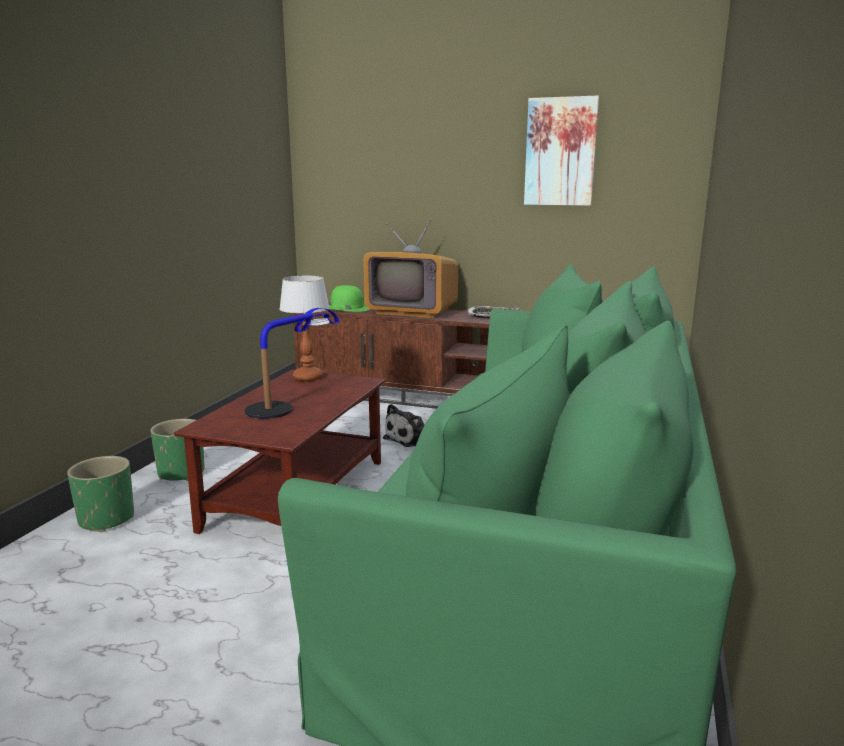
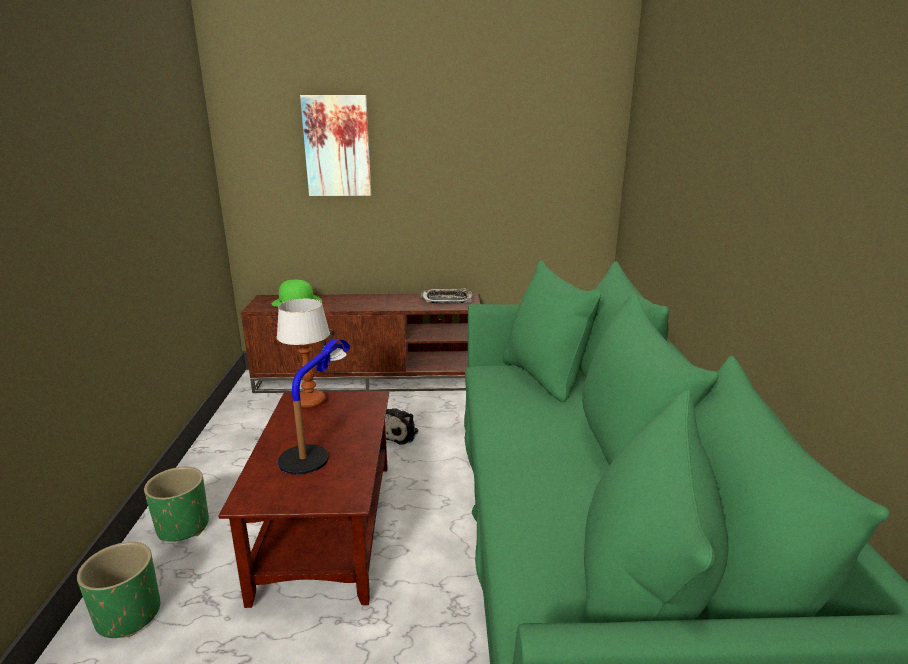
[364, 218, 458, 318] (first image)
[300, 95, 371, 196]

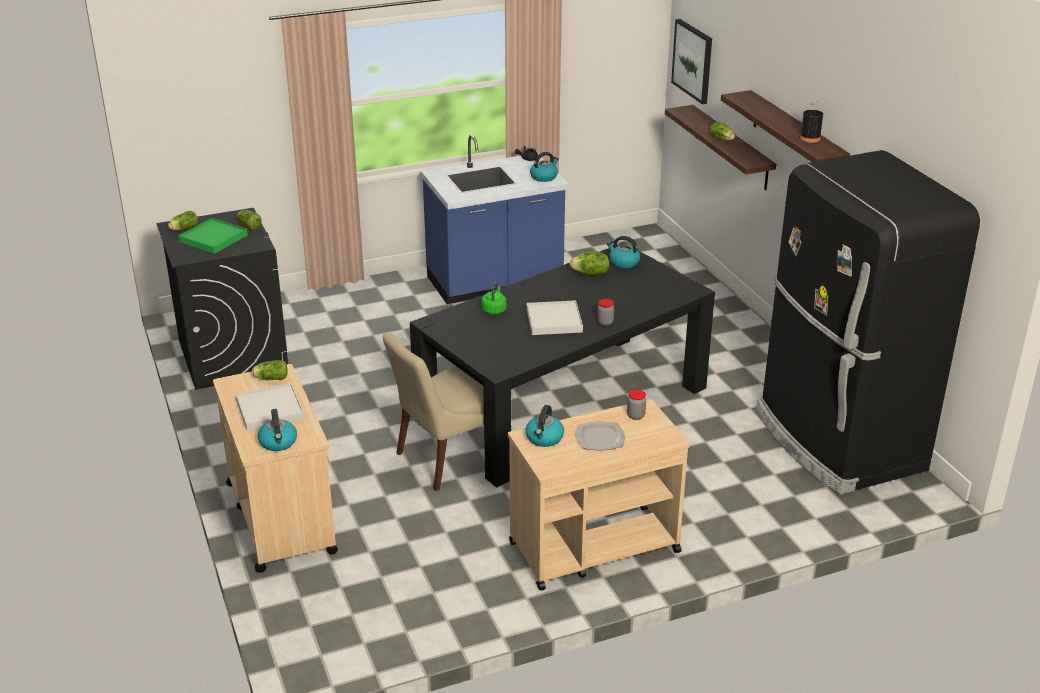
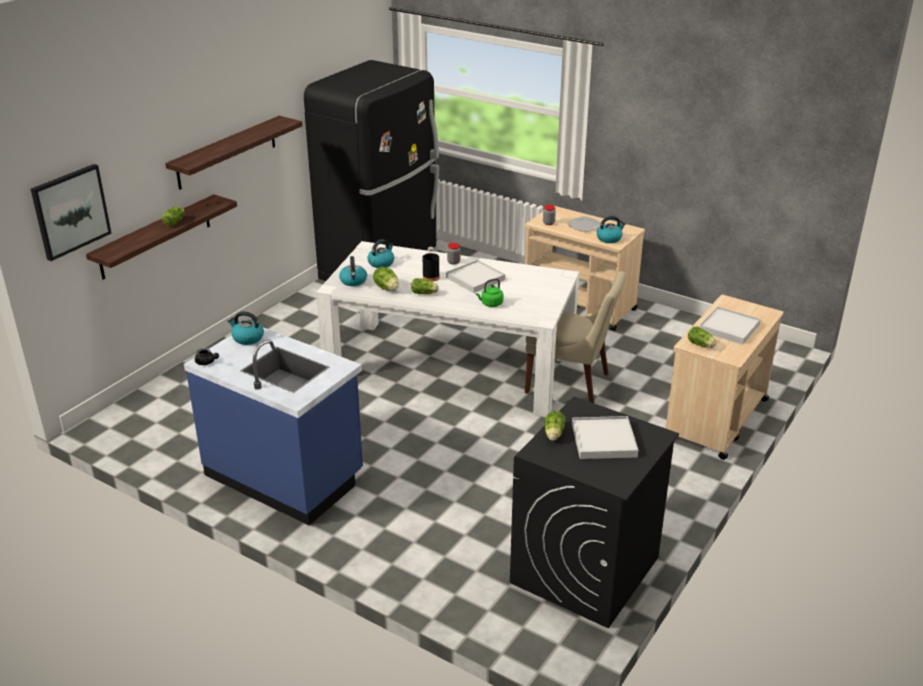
[411, 278, 439, 294]
[367, 239, 394, 268]
[423, 247, 440, 282]
[572, 416, 638, 459]
[316, 241, 579, 417]

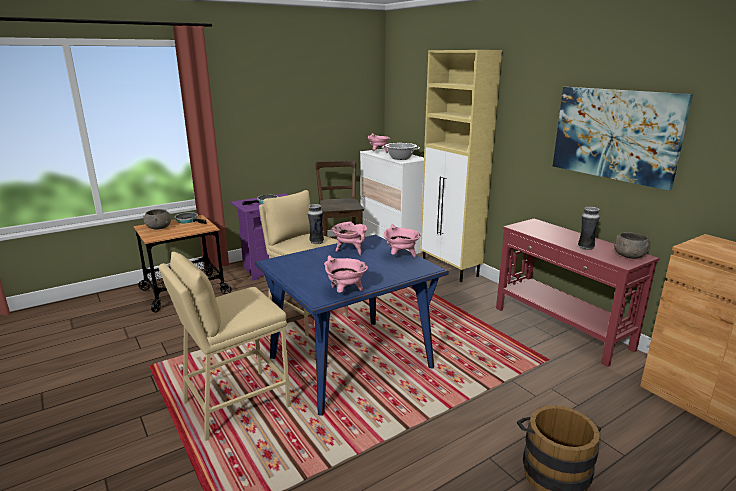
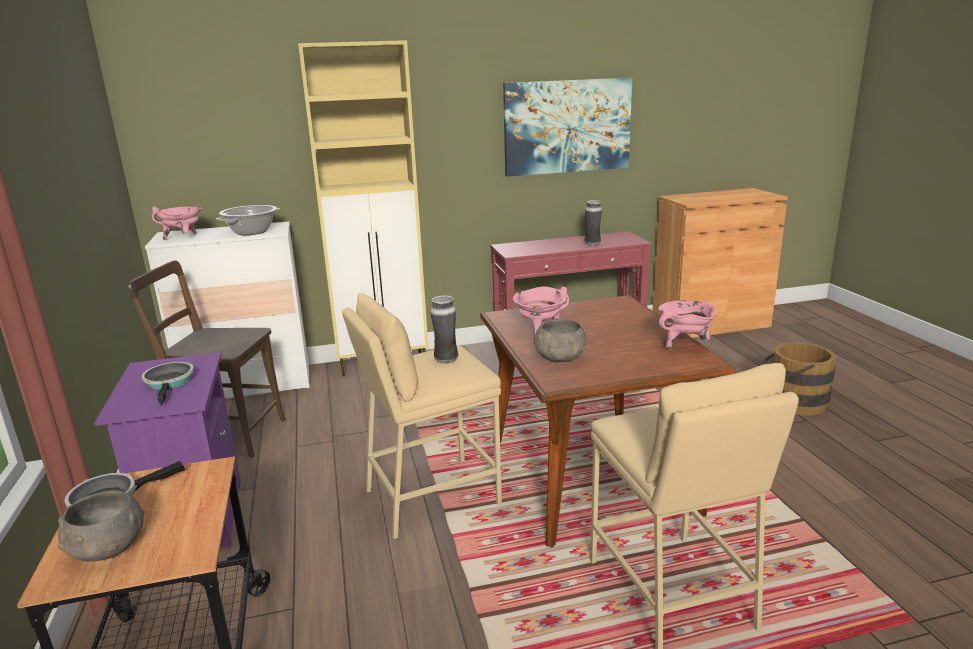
[384, 224, 421, 257] (first image)
[534, 319, 586, 362]
[480, 295, 736, 548]

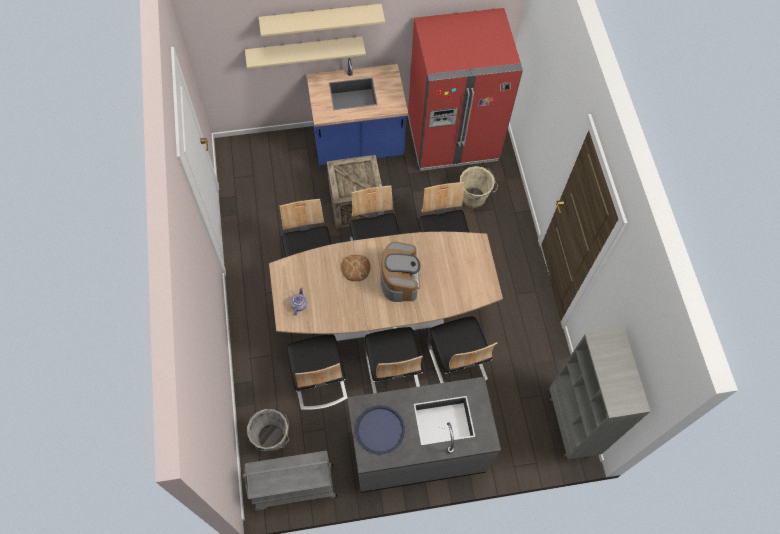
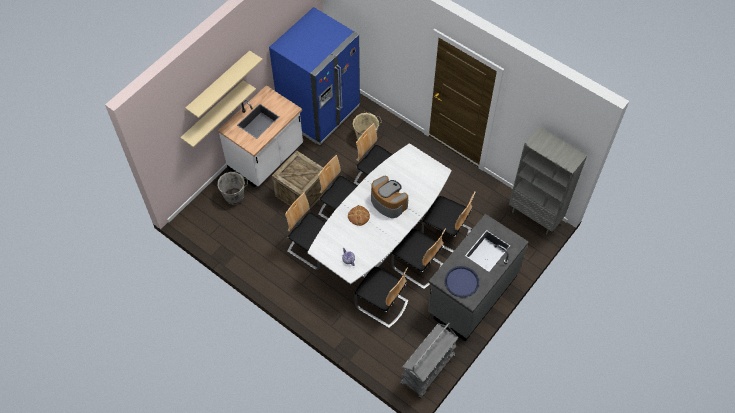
[217, 171, 248, 205]
[307, 143, 452, 284]
[218, 85, 303, 187]
[269, 7, 360, 145]

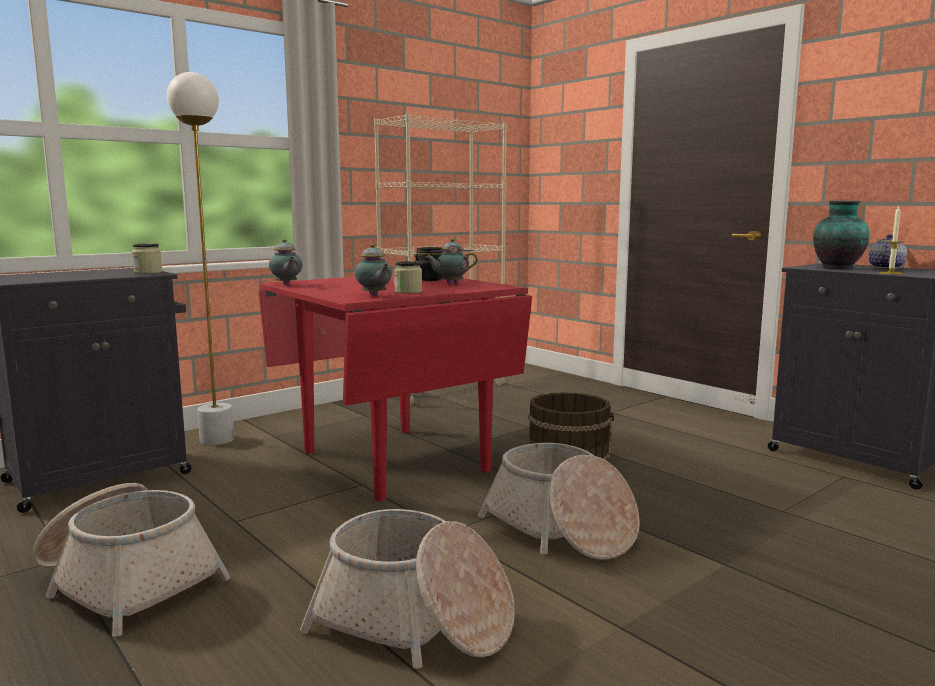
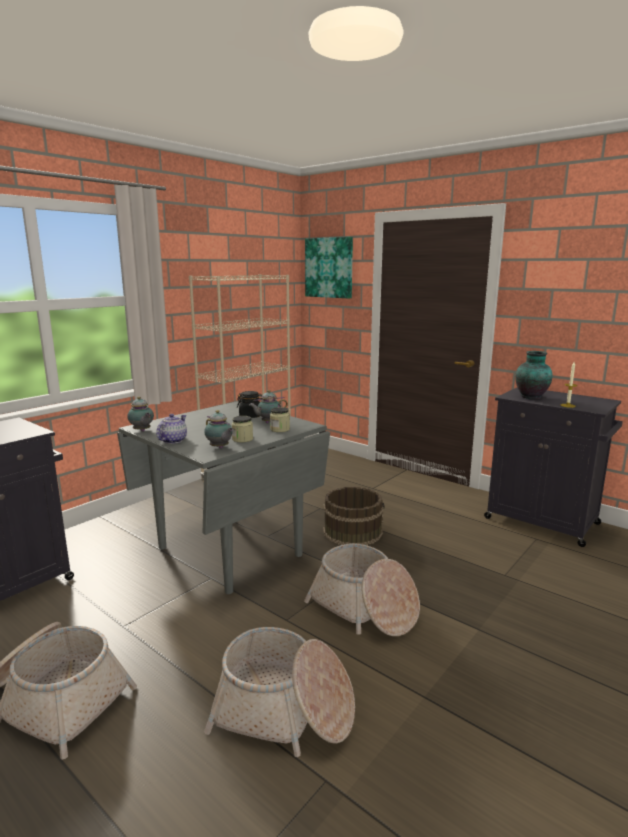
[167, 72, 234, 445] (first image)
[305, 237, 353, 299]
[270, 407, 290, 432]
[156, 414, 187, 444]
[117, 401, 330, 594]

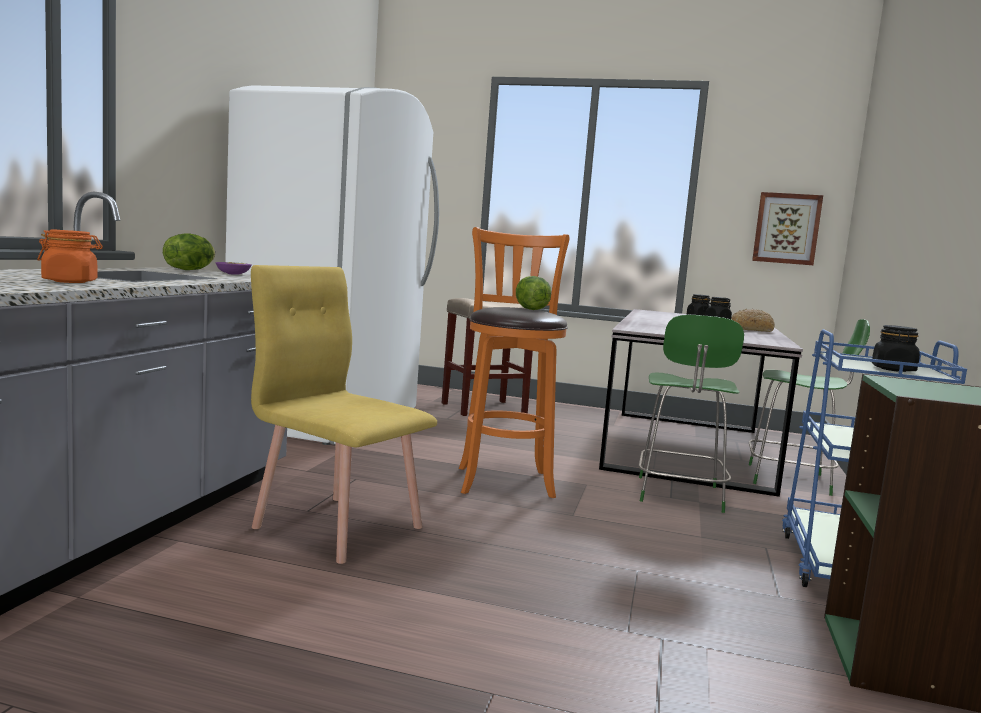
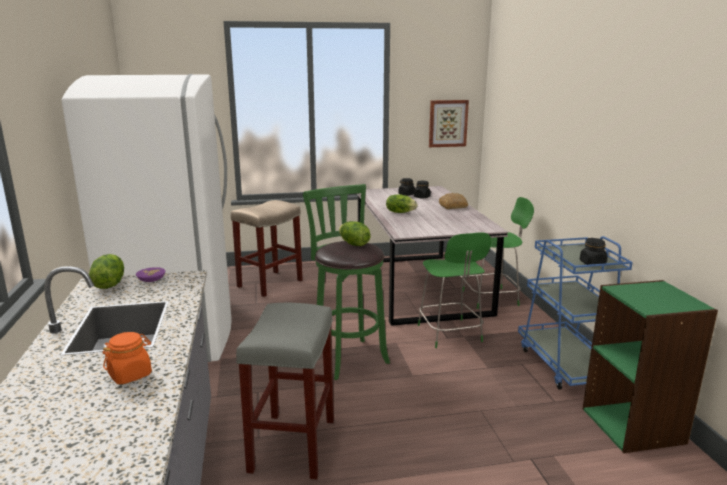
[386, 194, 417, 213]
[236, 303, 334, 480]
[303, 184, 390, 380]

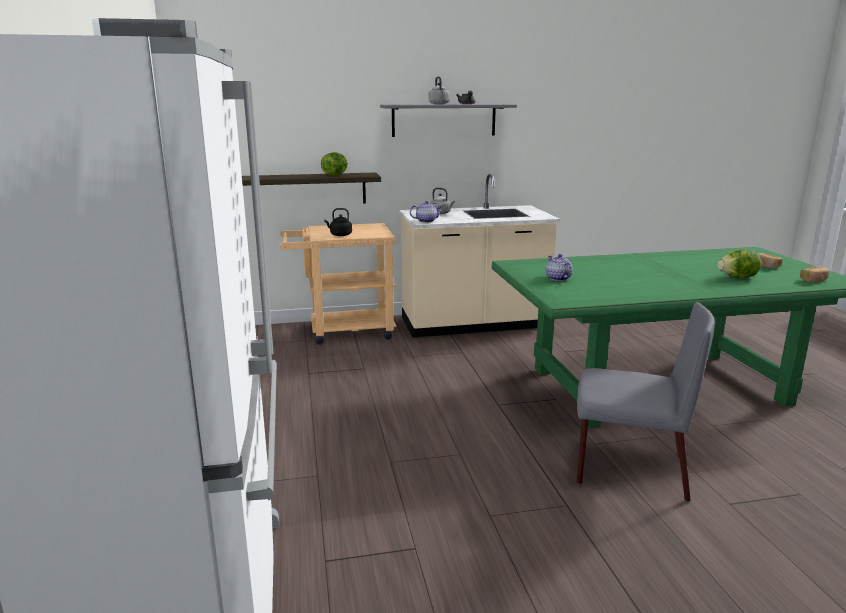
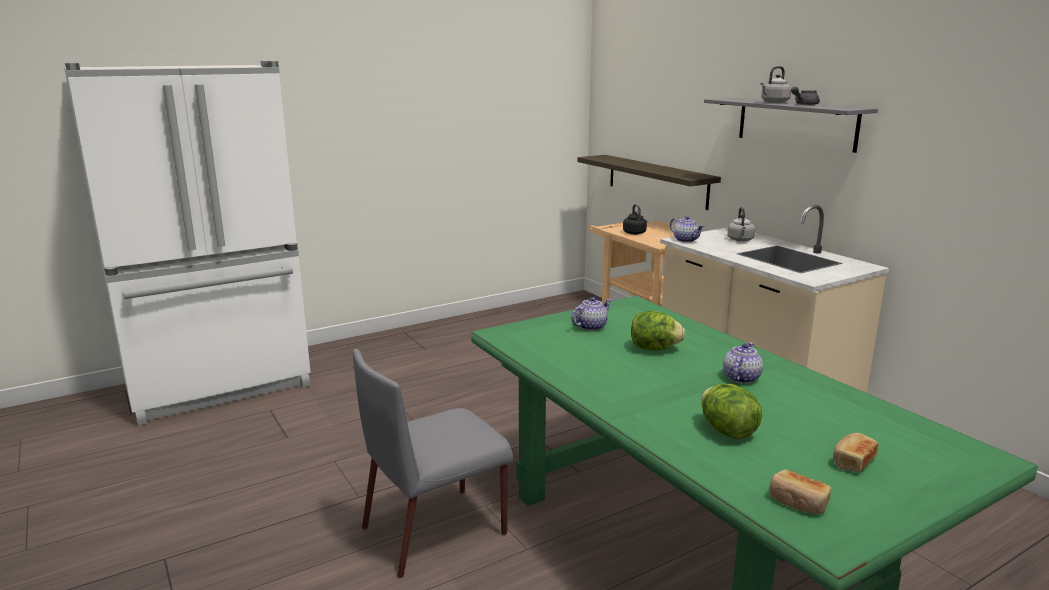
[723, 342, 763, 384]
[631, 311, 685, 350]
[353, 349, 513, 578]

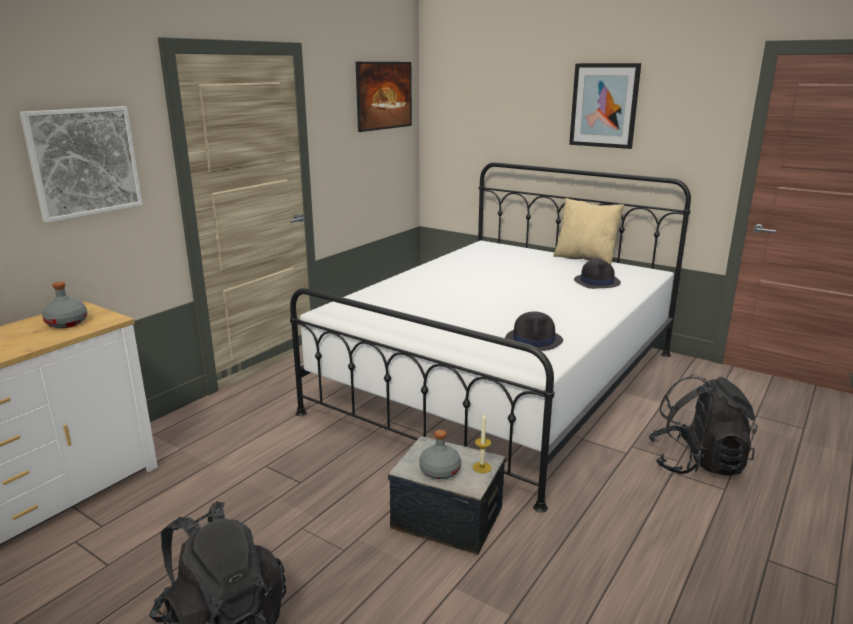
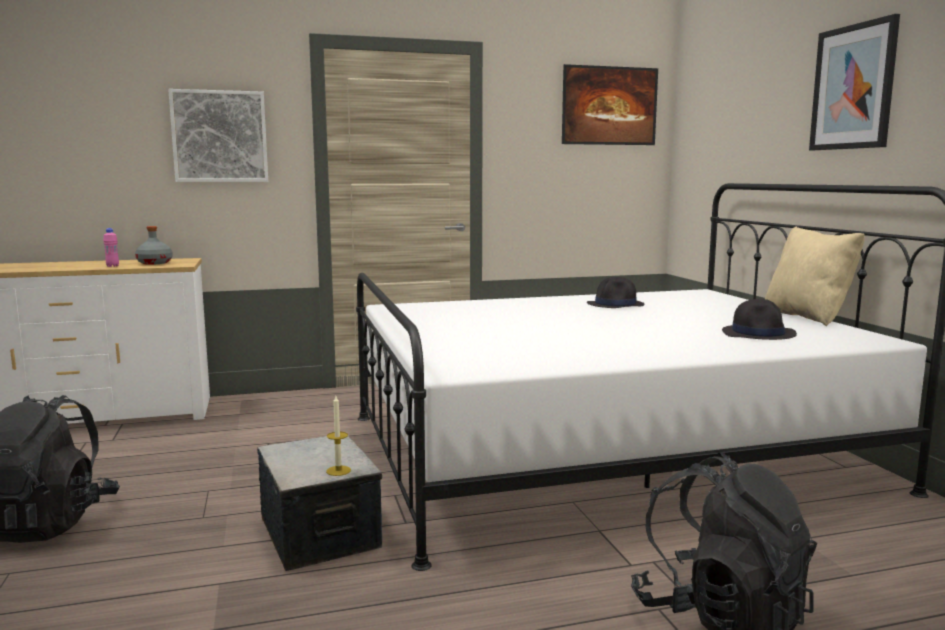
[419, 430, 461, 479] (first image)
[103, 228, 119, 267]
[587, 277, 645, 308]

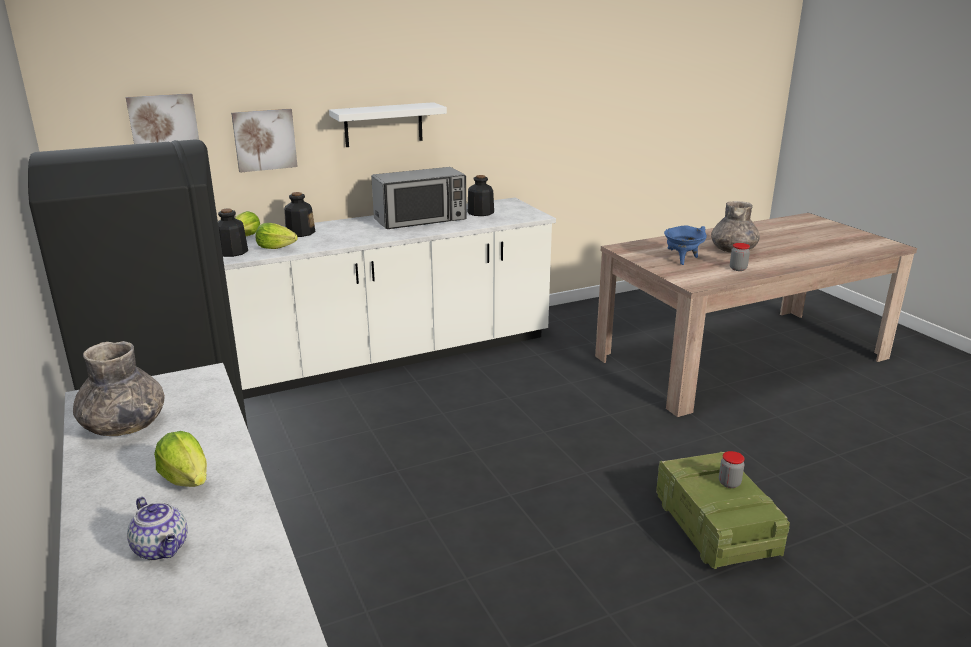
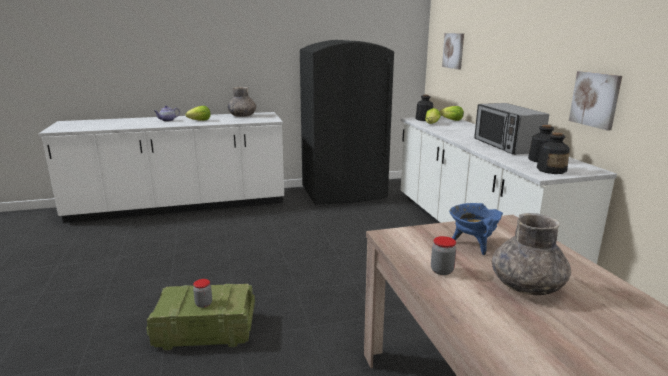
[329, 102, 447, 147] (first image)
[569, 71, 622, 131]
[537, 132, 570, 174]

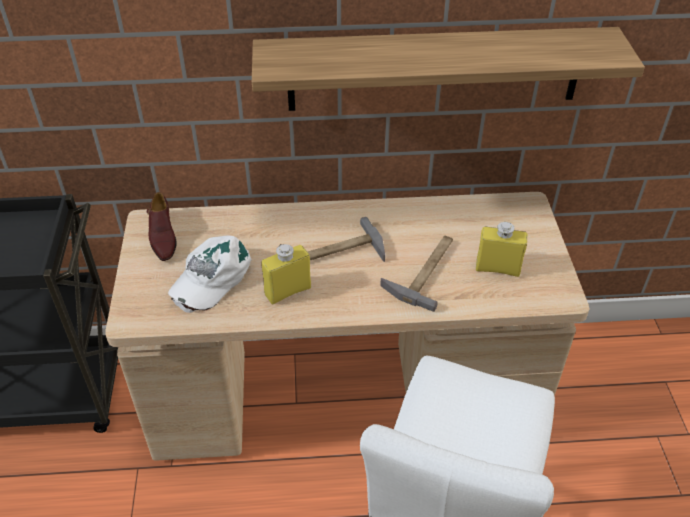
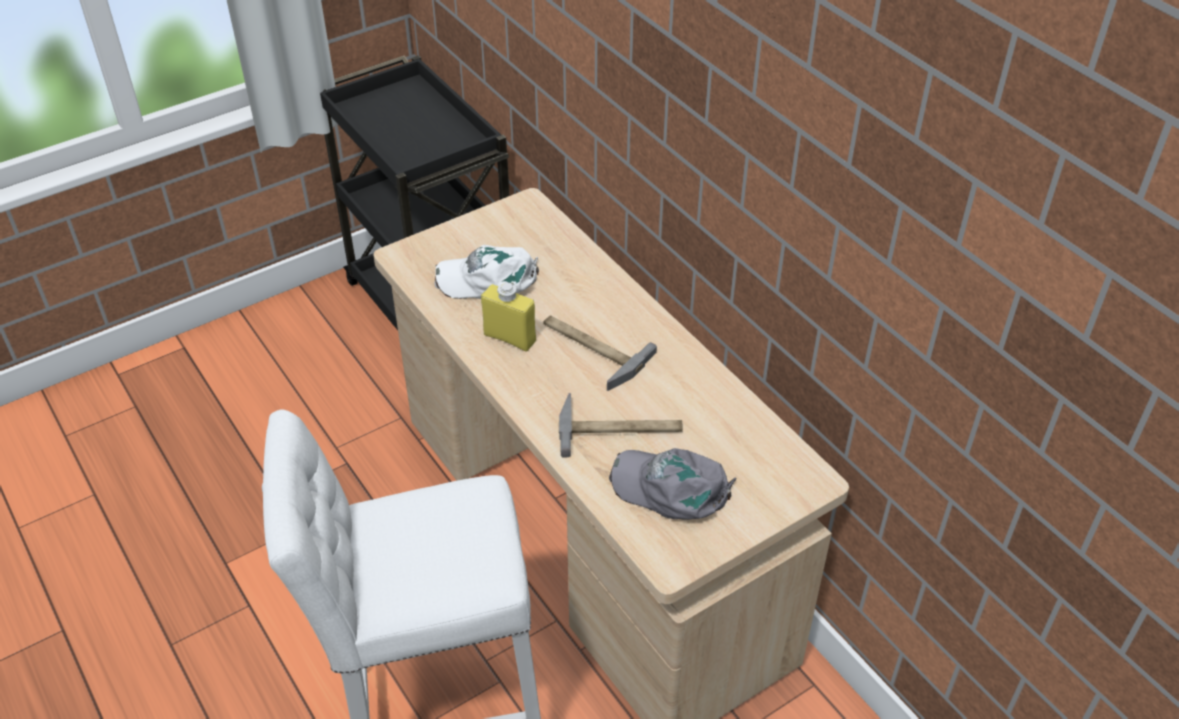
[147, 192, 177, 261] (first image)
[252, 27, 645, 111] (first image)
[609, 448, 737, 520]

